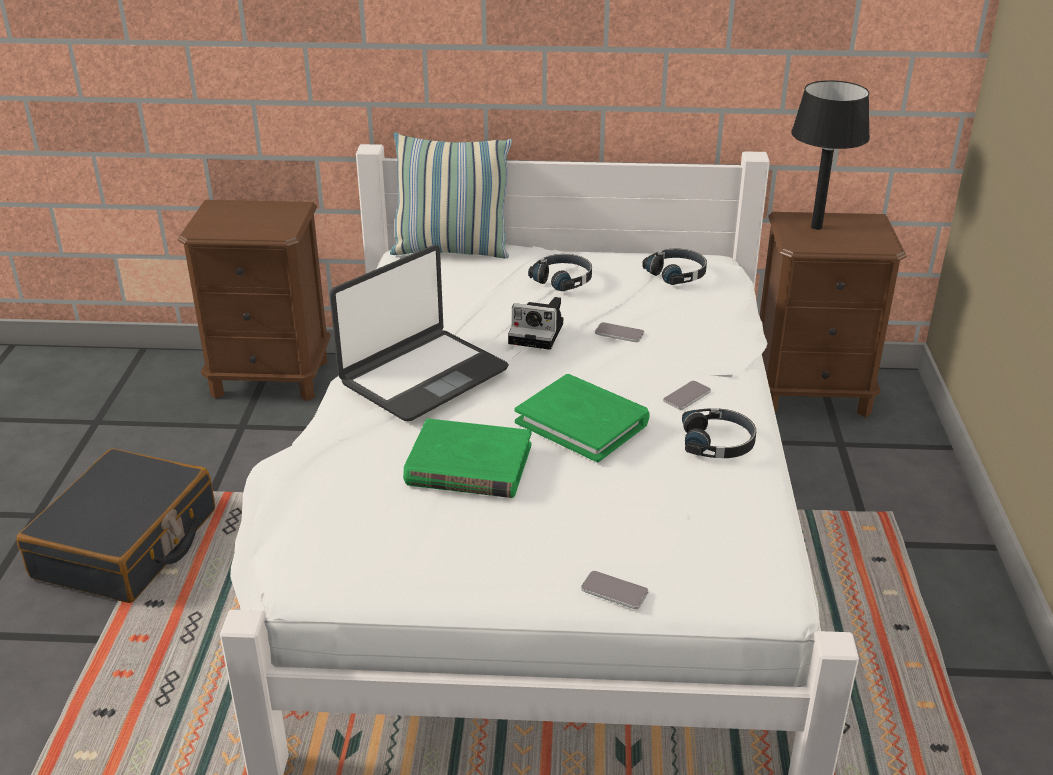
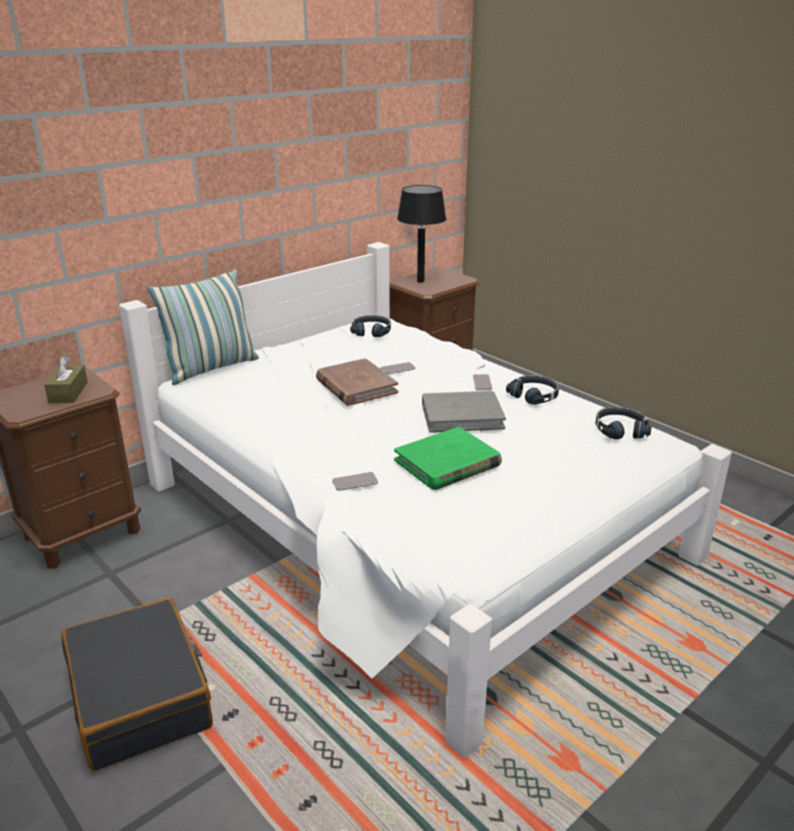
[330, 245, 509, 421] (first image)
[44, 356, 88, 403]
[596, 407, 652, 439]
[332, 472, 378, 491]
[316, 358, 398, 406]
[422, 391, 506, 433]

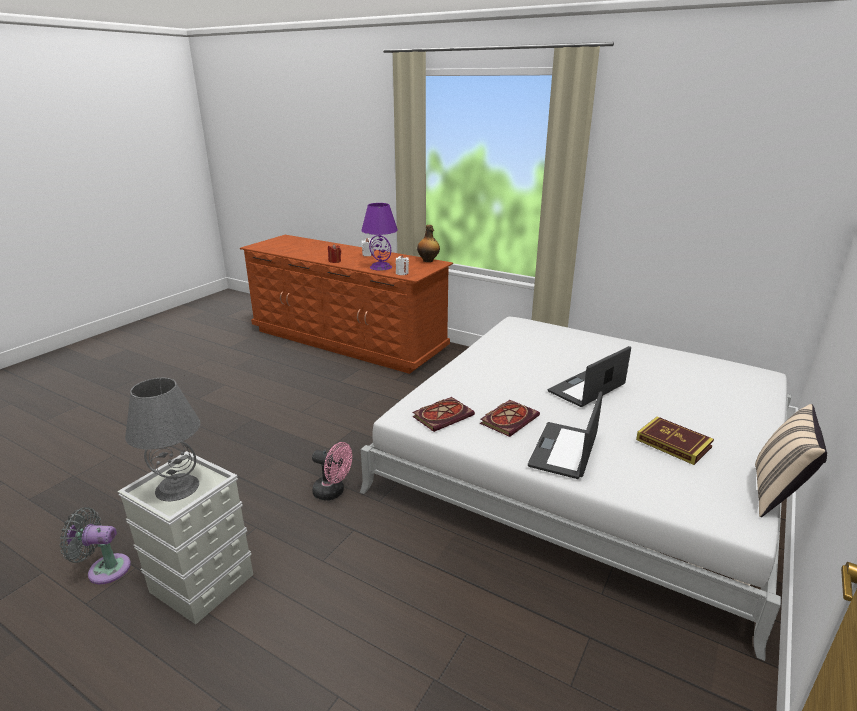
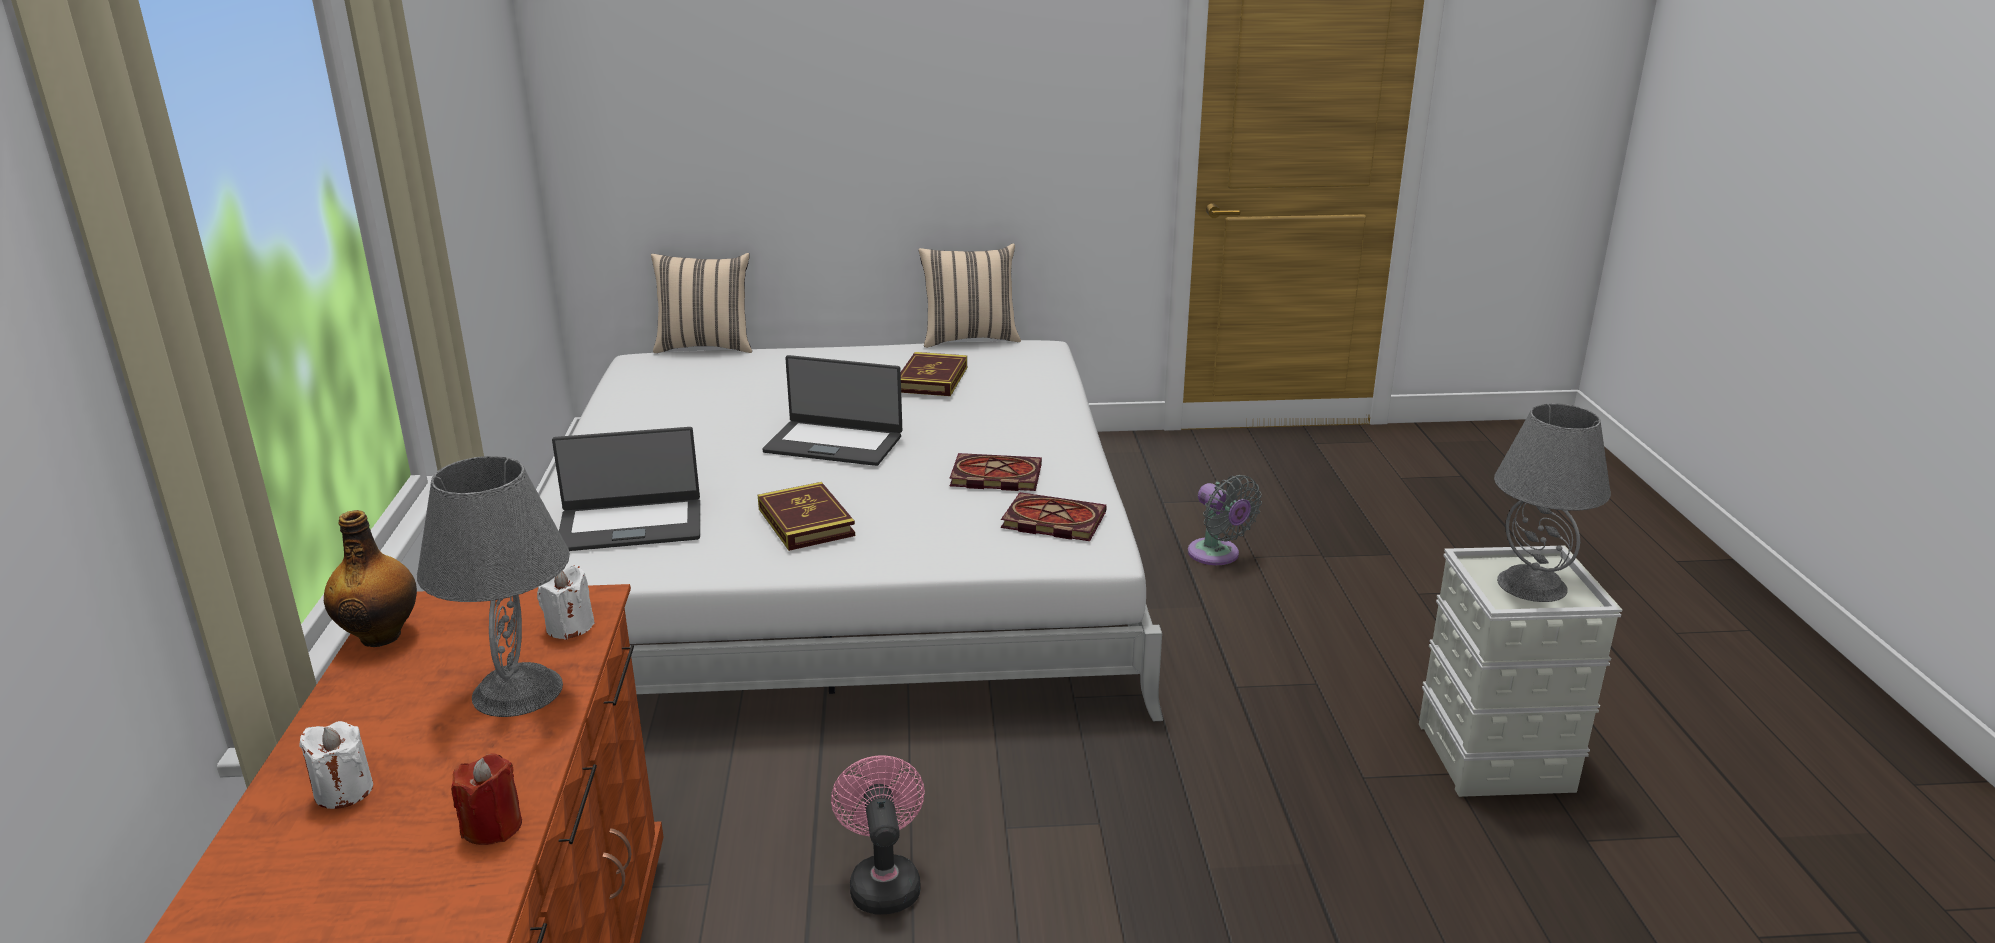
[651, 253, 752, 353]
[758, 482, 855, 551]
[1188, 475, 1262, 565]
[831, 755, 925, 915]
[552, 427, 700, 551]
[417, 456, 570, 717]

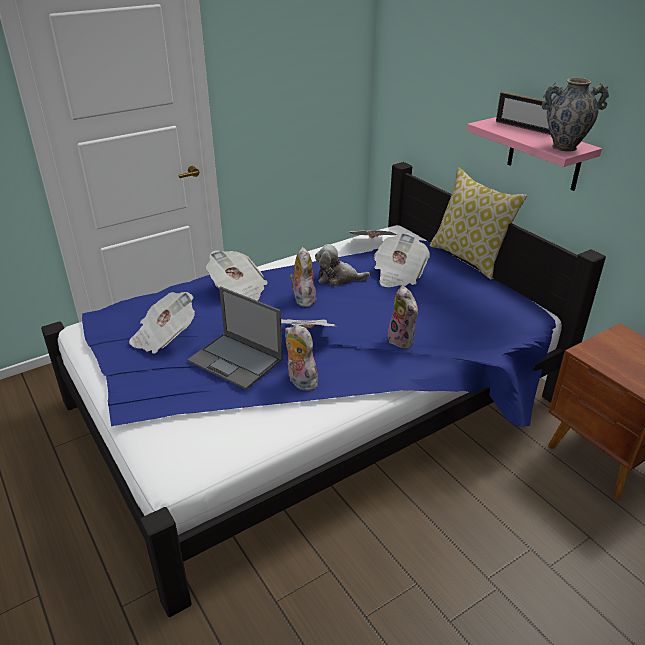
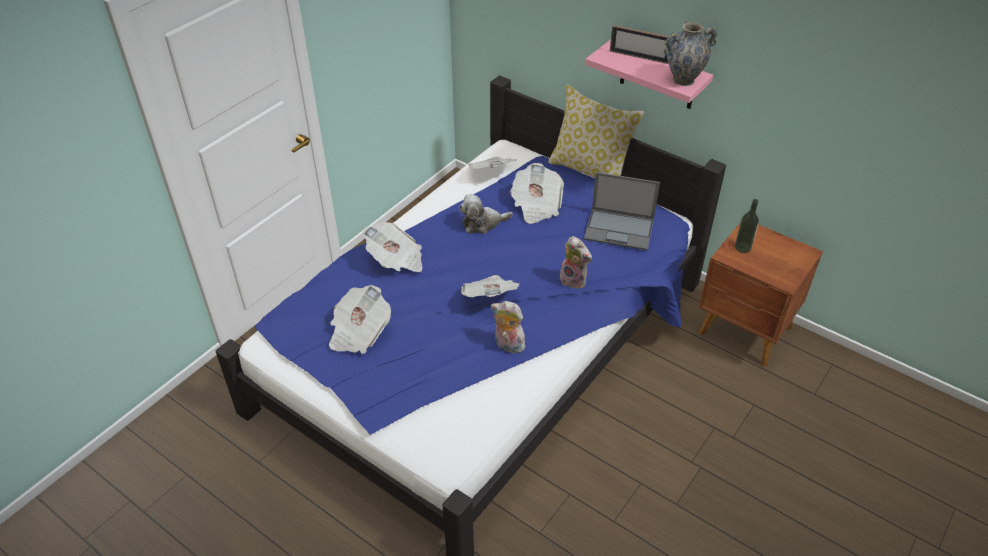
[290, 247, 316, 307] (first image)
[735, 199, 759, 253]
[584, 172, 660, 250]

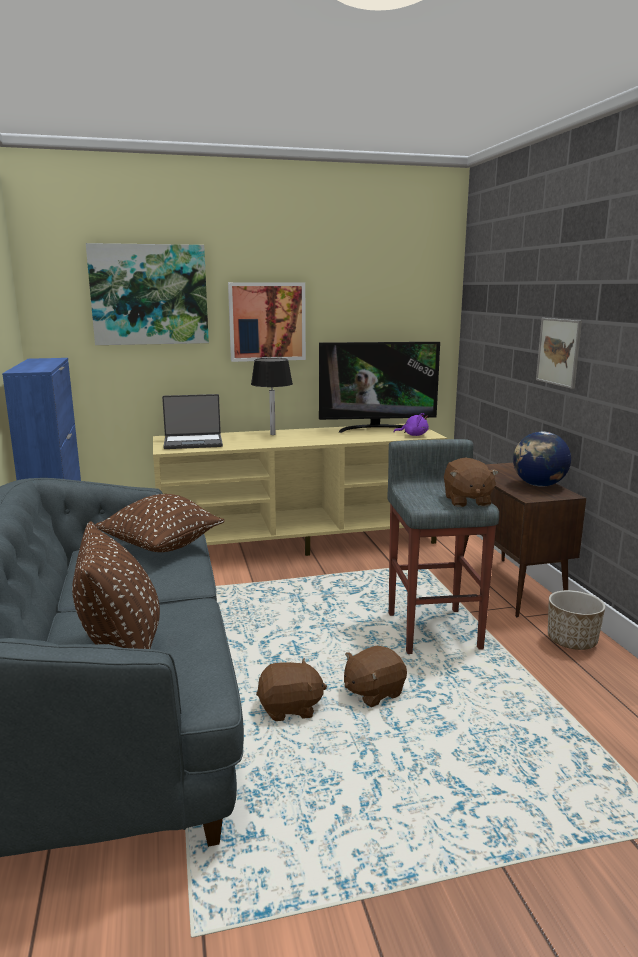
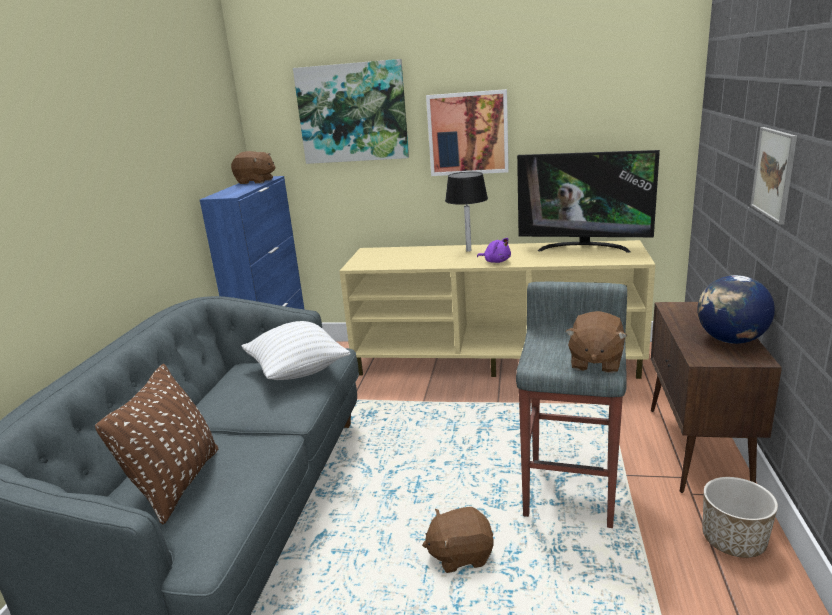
[162, 394, 223, 449] (first image)
[231, 151, 275, 184]
[477, 238, 511, 263]
[242, 321, 351, 380]

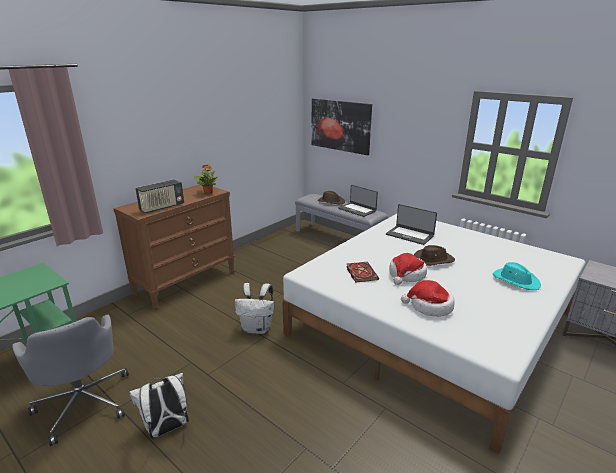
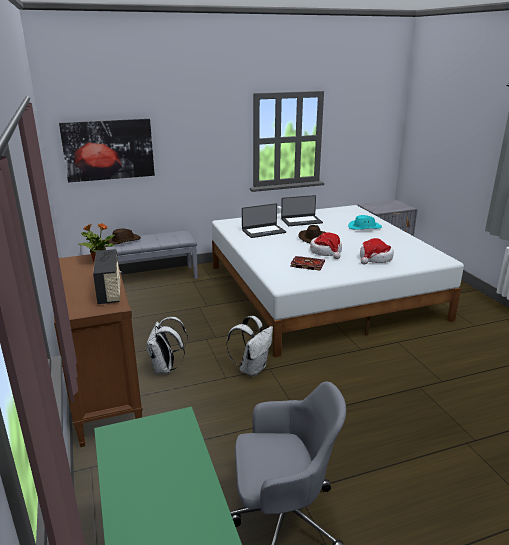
[147, 317, 188, 373]
[281, 195, 323, 226]

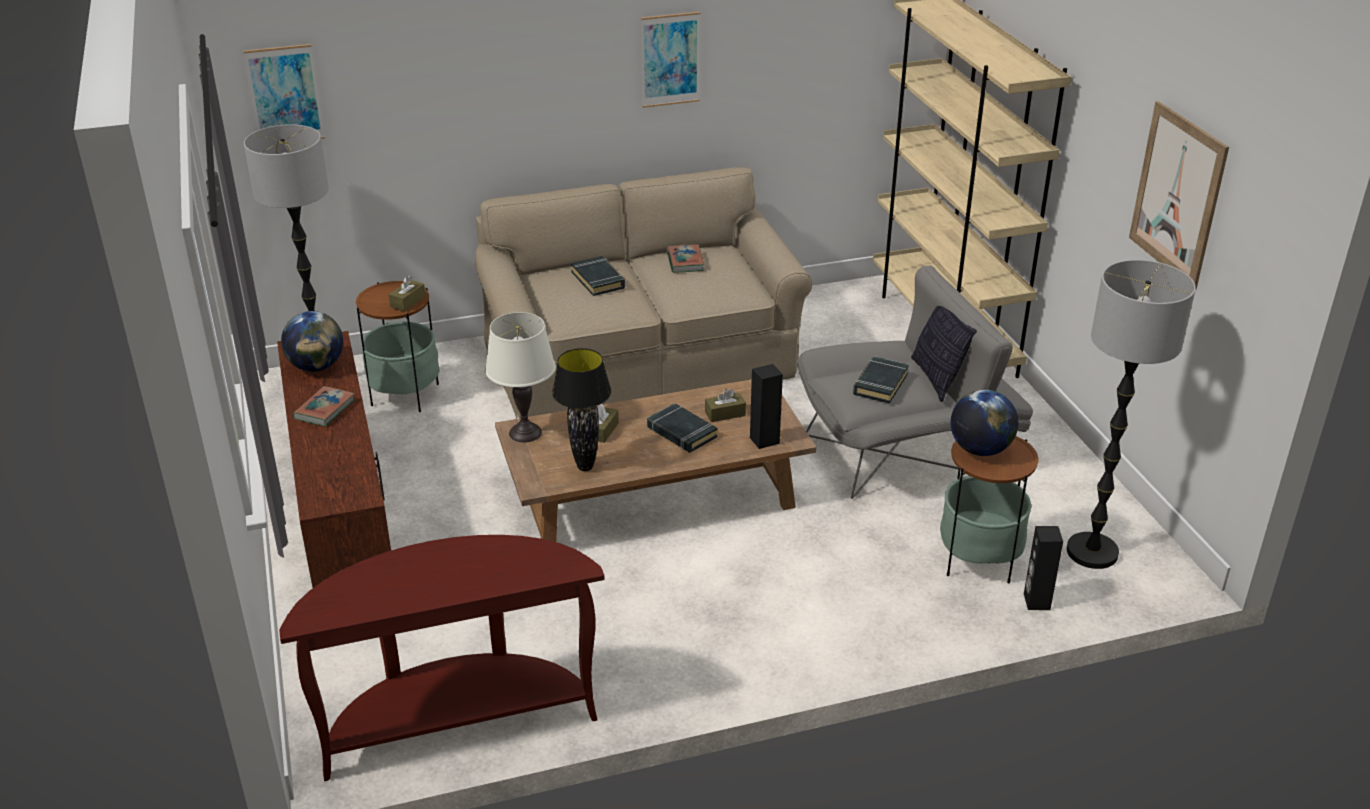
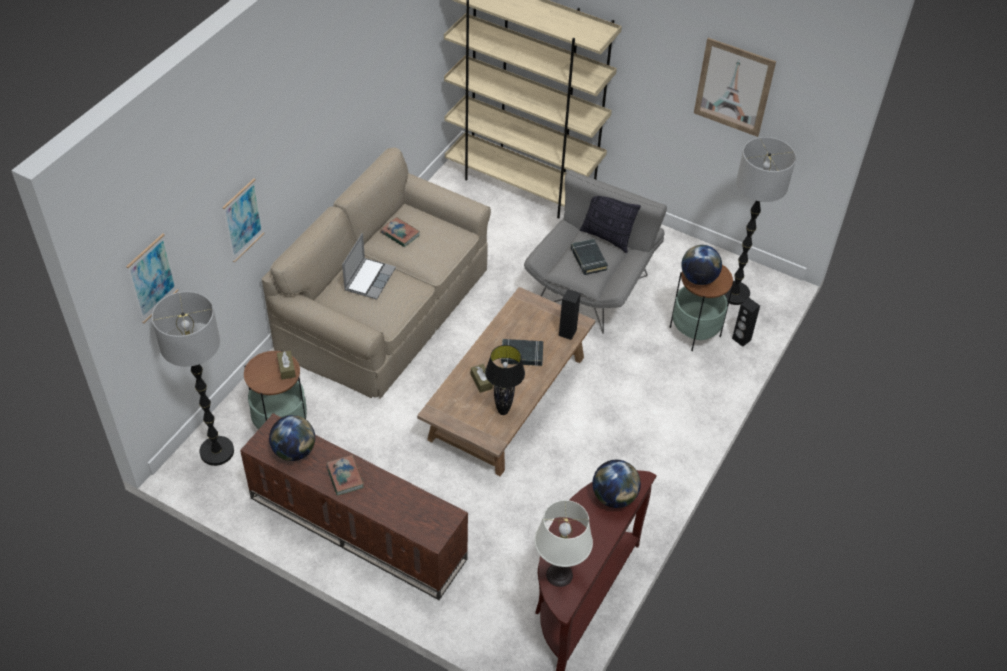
[705, 389, 746, 422] (first image)
[592, 460, 641, 508]
[535, 500, 593, 587]
[222, 179, 264, 263]
[342, 233, 396, 300]

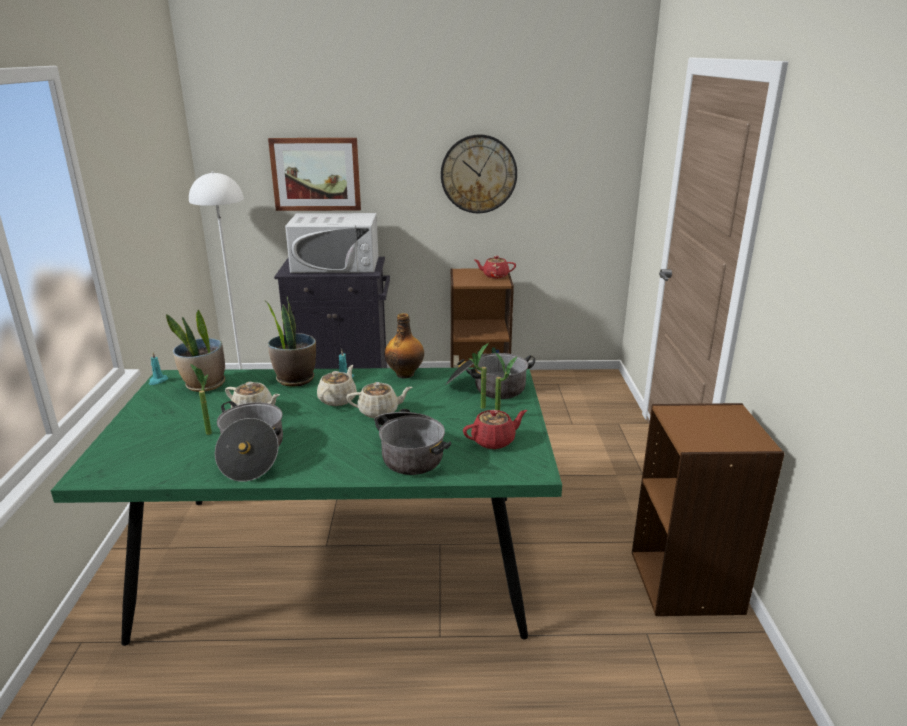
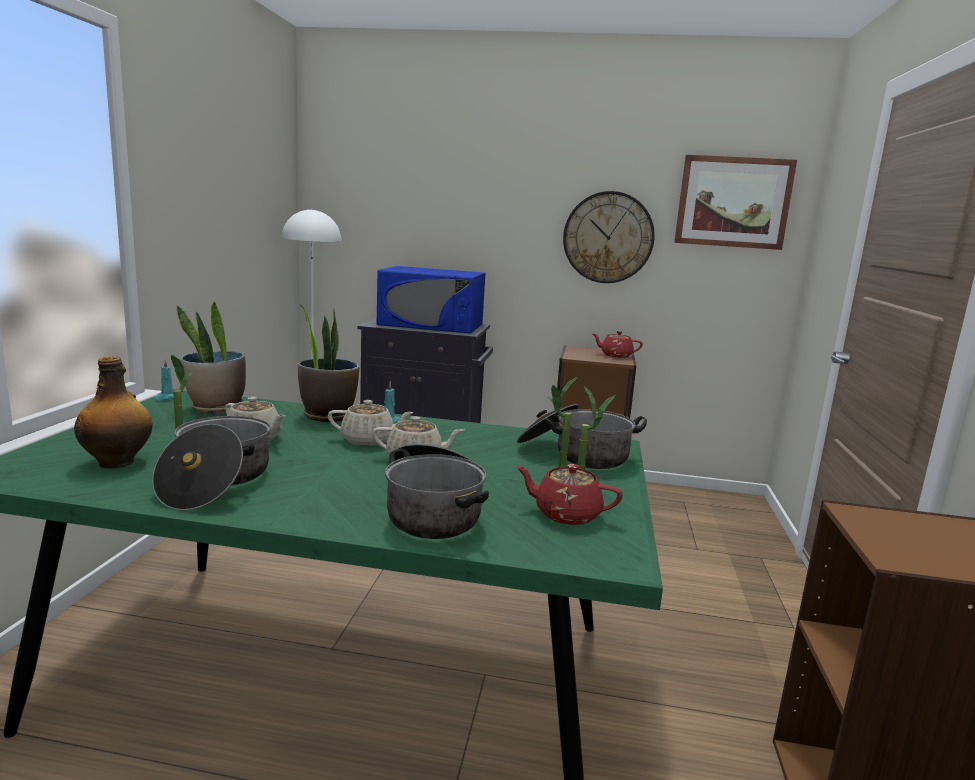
[674, 155, 797, 250]
[74, 356, 153, 469]
[377, 266, 485, 333]
[328, 400, 414, 446]
[516, 464, 623, 525]

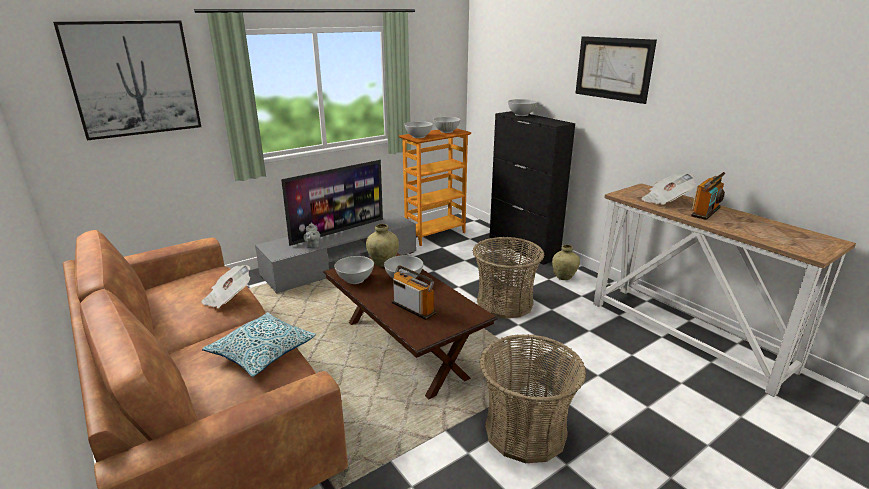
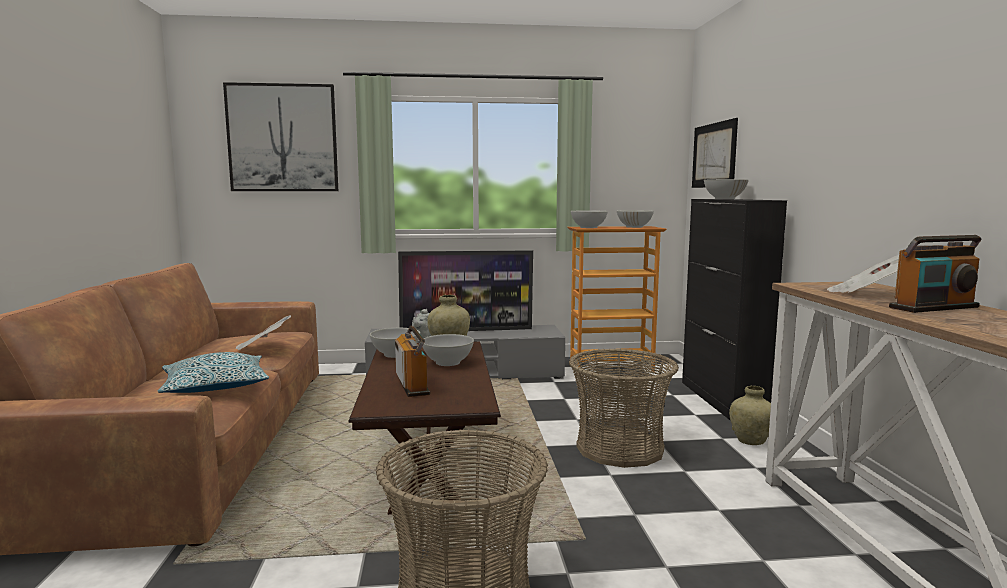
[692, 118, 738, 188]

